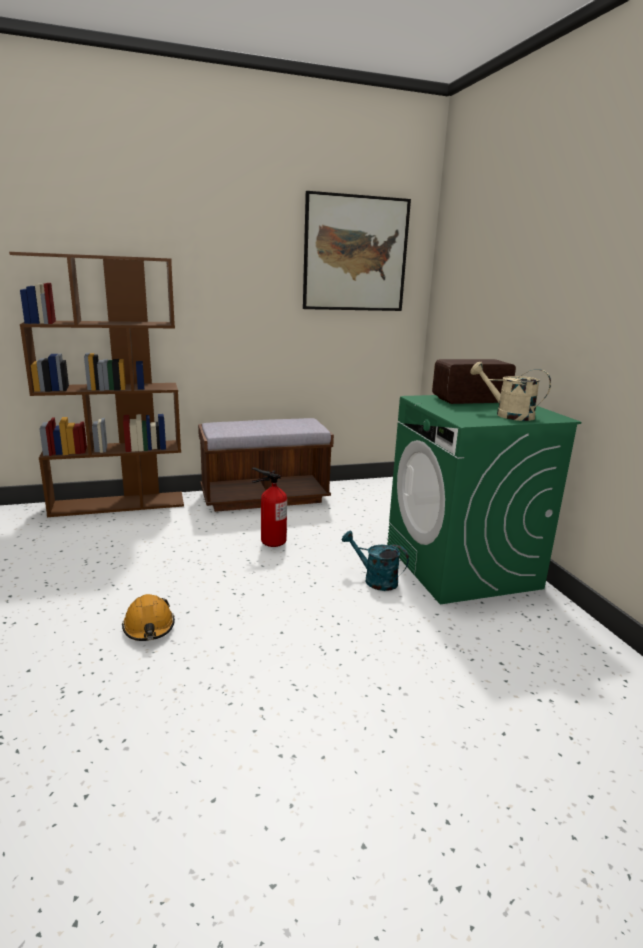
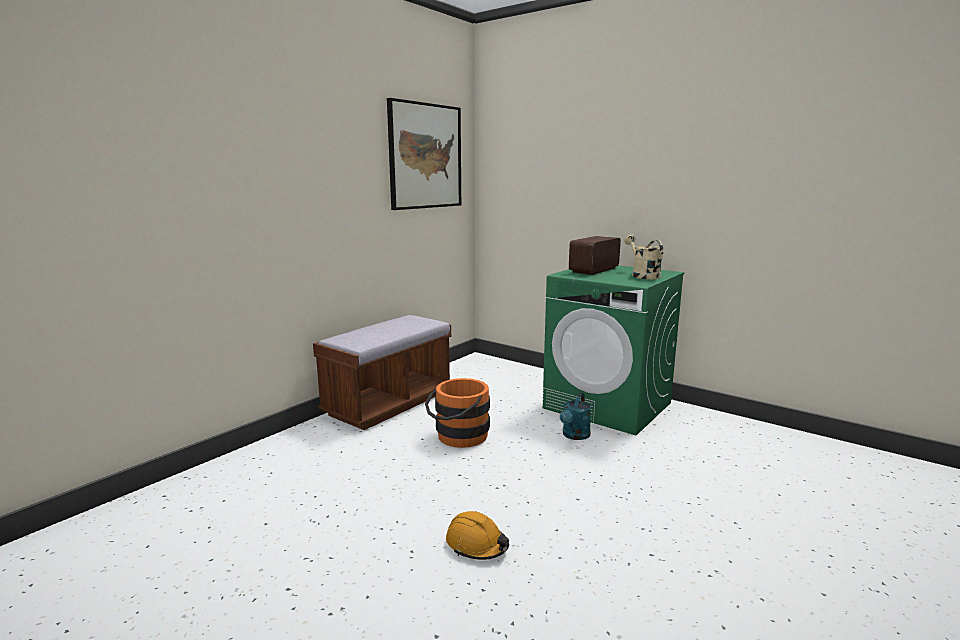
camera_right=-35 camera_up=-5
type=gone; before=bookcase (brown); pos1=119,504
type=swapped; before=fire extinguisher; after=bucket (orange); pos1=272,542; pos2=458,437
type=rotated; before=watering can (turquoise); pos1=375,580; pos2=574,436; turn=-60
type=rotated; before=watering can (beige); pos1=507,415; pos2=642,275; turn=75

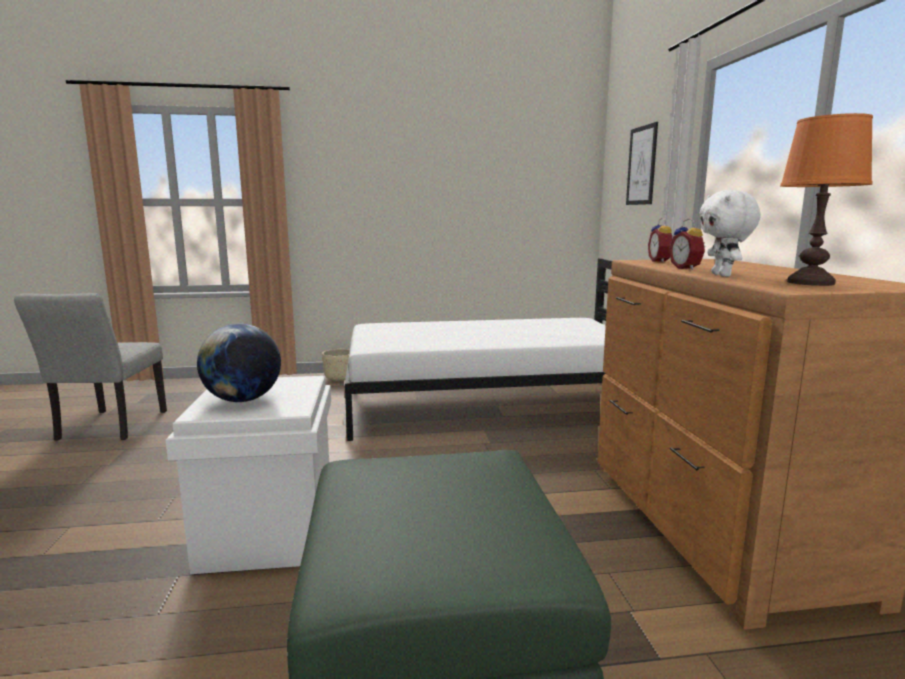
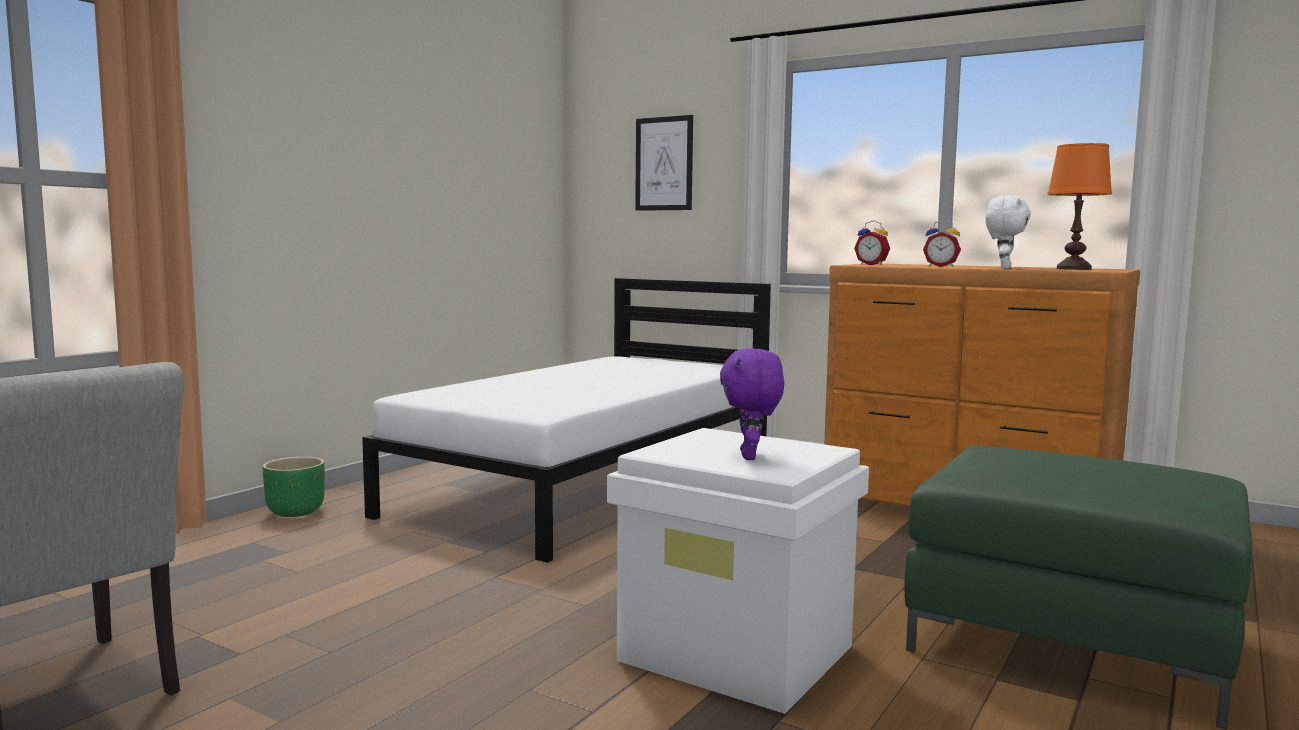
camera_right=-50 camera_up=-5
type=swapped; before=globe; after=plush toy (purple); pos1=243,400; pos2=751,456
type=repainted; before=planter (beige); after=planter (green); pos1=339,378; pos2=295,512
type=rotated; before=plush toy (white); pos1=723,275; pos2=1003,268; turn=-105

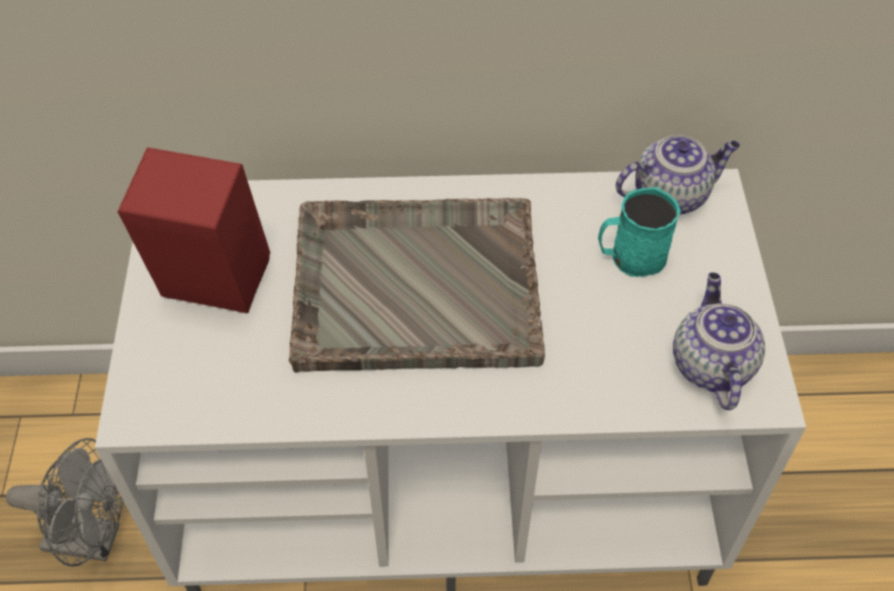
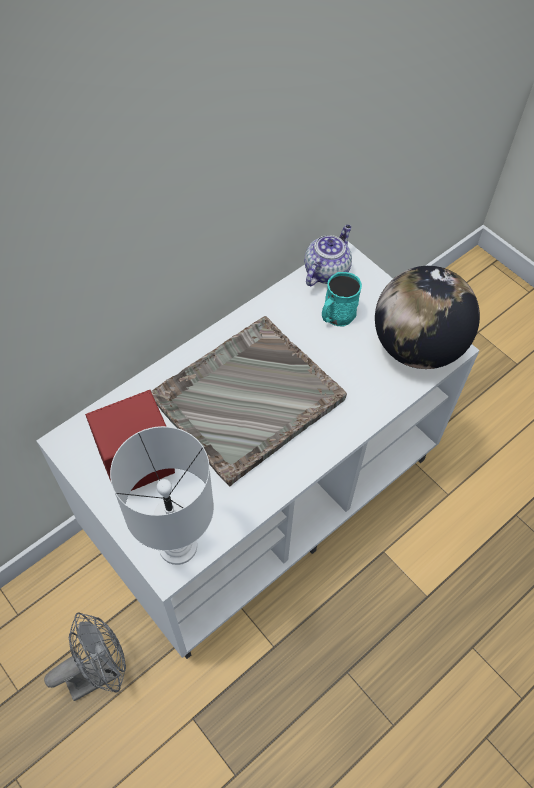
camera_right=-40 camera_up=5
type=swapped; before=teapot; after=globe; pos1=710,364; pos2=417,347
type=new; after=table lamp (white); pos2=176,546

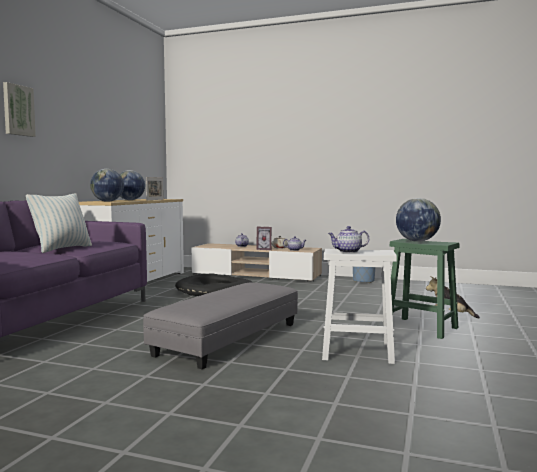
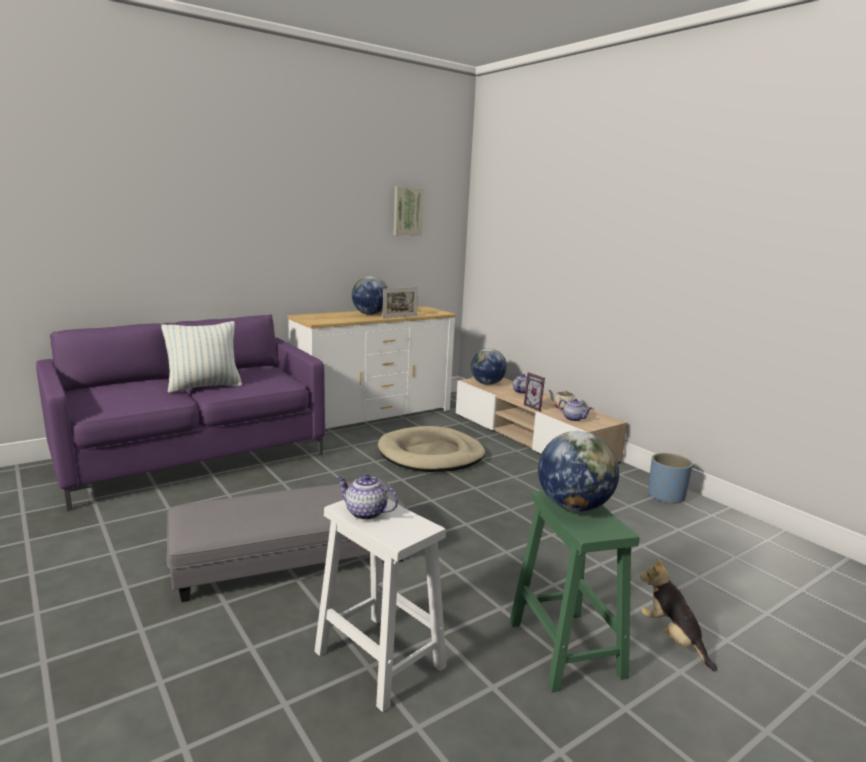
camera_right=35 camera_up=10
type=shifted; before=picture; pos1=18,110; pos2=407,211
type=shifted; before=globe; pos1=107,201; pos2=487,384
type=repainted; before=dog bed (black); after=dog bed (beige); pos1=215,290; pos2=431,454

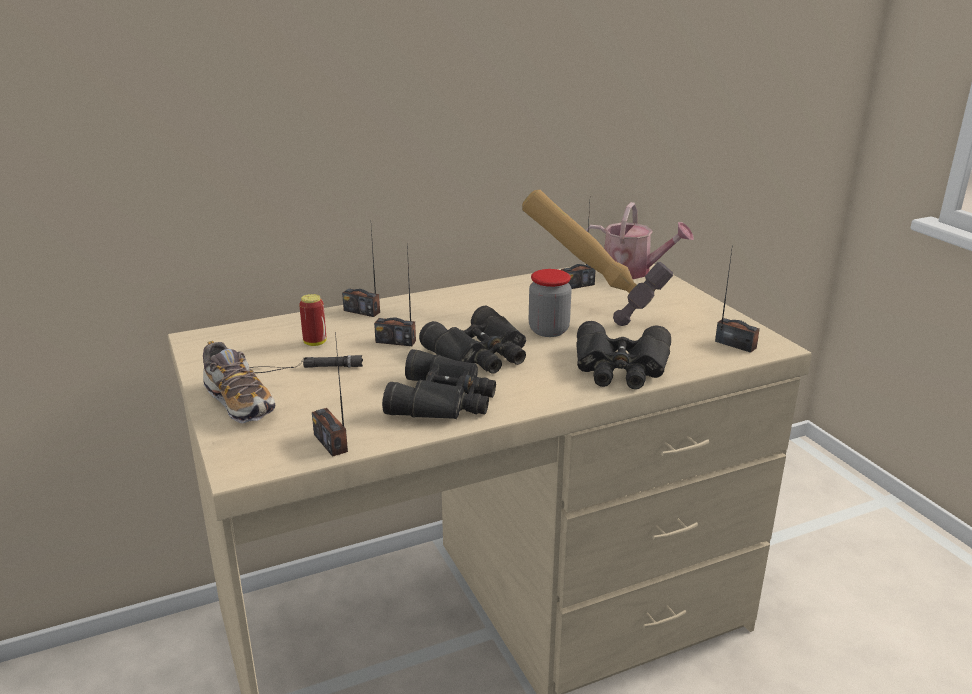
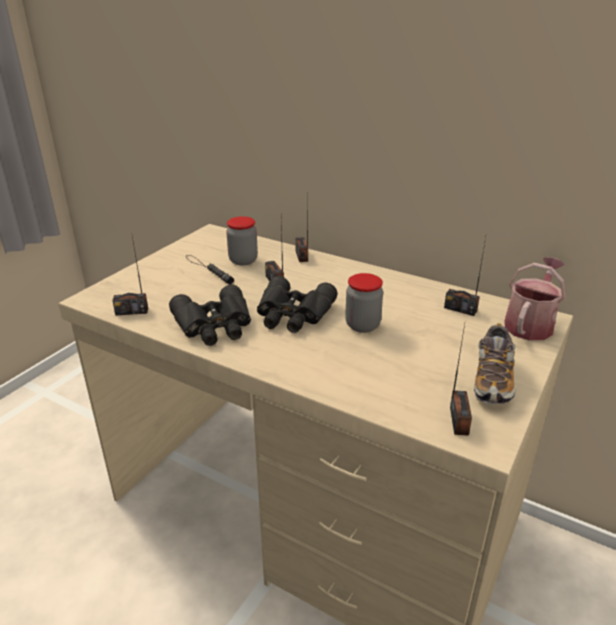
camera_right=55 camera_up=5
type=shifted; before=shoe; pos1=239,402; pos2=492,380
type=swapped; before=can; after=jar; pos1=315,343; pos2=243,260
type=rotated; before=radio; pos1=331,443; pos2=132,311; turn=-120
type=gone; before=hammer; pos1=592,309
type=gone; before=binoculars (black); pos1=621,368
type=rotated; before=watering can; pos1=633,272; pos2=530,323; turn=-135

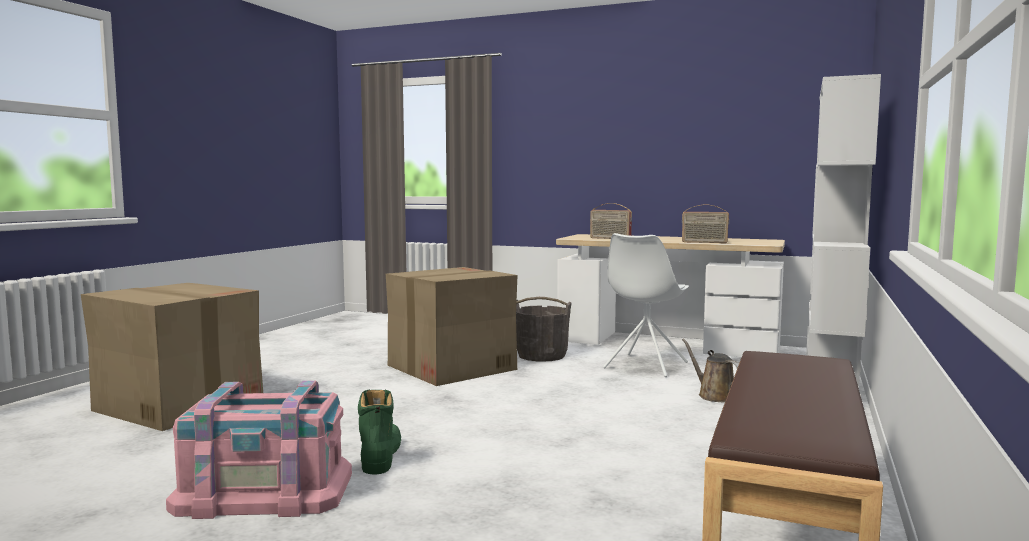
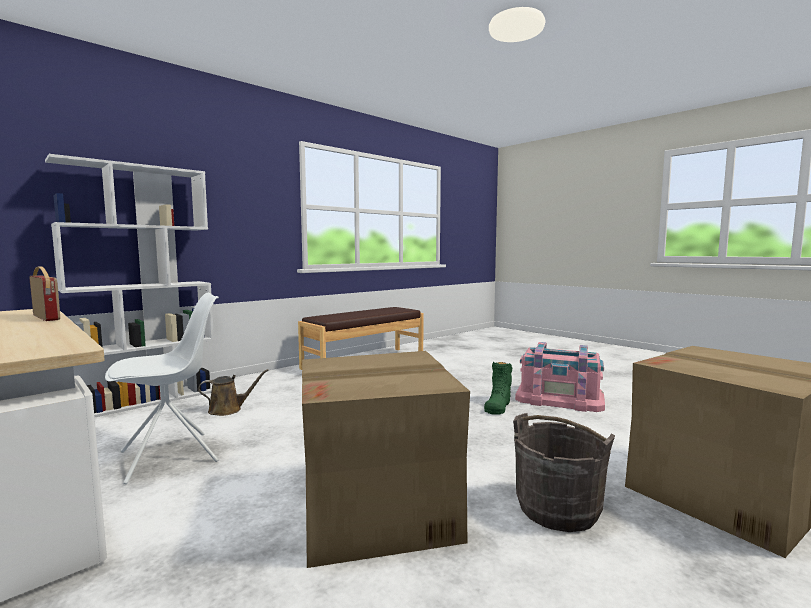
camera_right=-155 camera_up=0
type=shifted; before=bucket (grey); pos1=541,355; pos2=557,509
type=gone; before=radio; pos1=610,238
type=rotated; before=watering can (brown); pos1=714,396; pos2=228,410; turn=-105

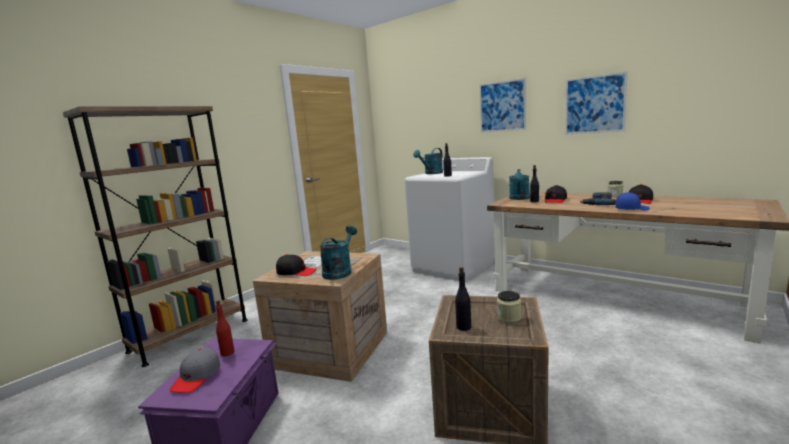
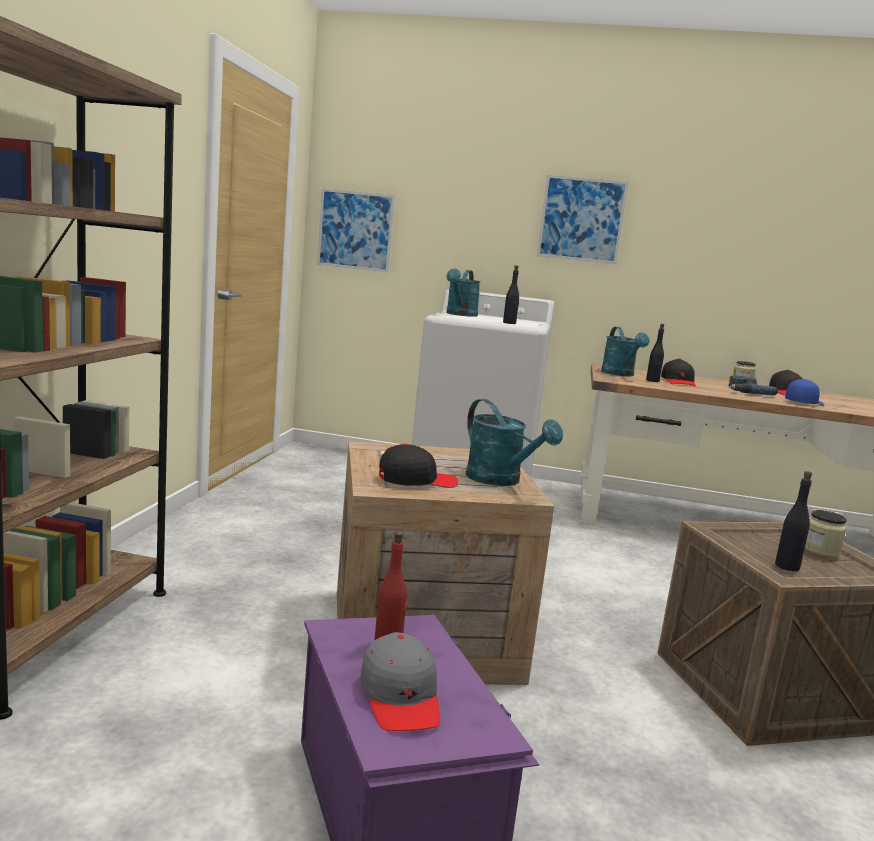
camera_right=-30 camera_up=0
type=rotated; before=watering can (turquoise); pos1=339,271; pos2=501,480; turn=150
type=shifted; before=picture; pos1=594,104; pos2=355,230

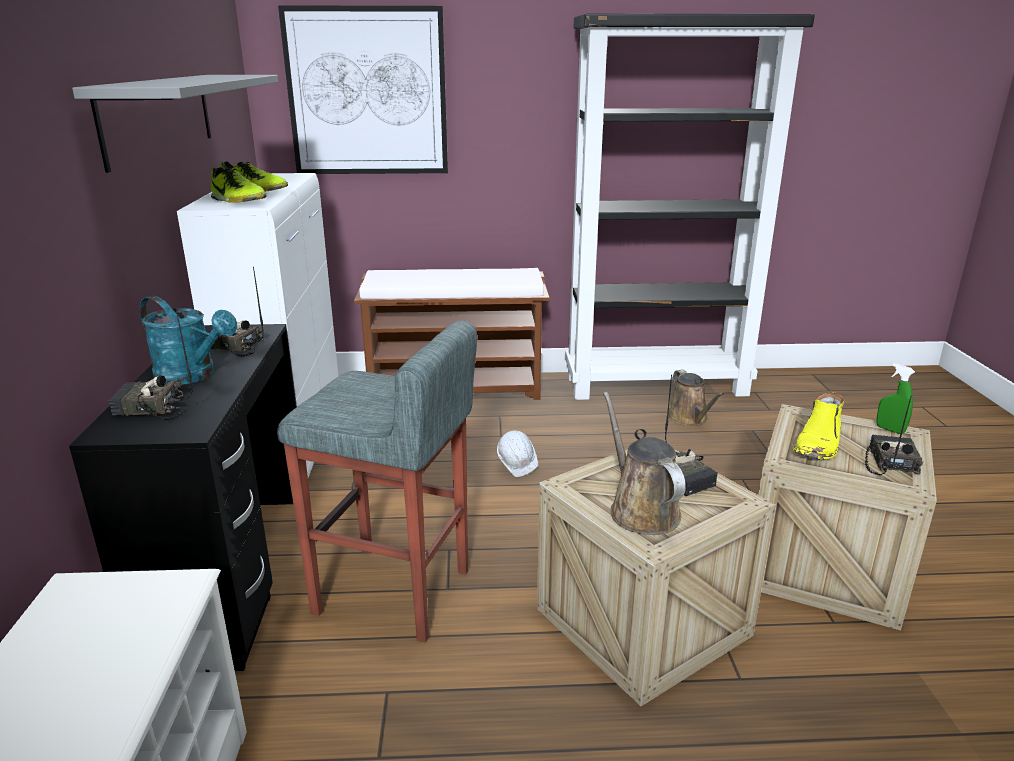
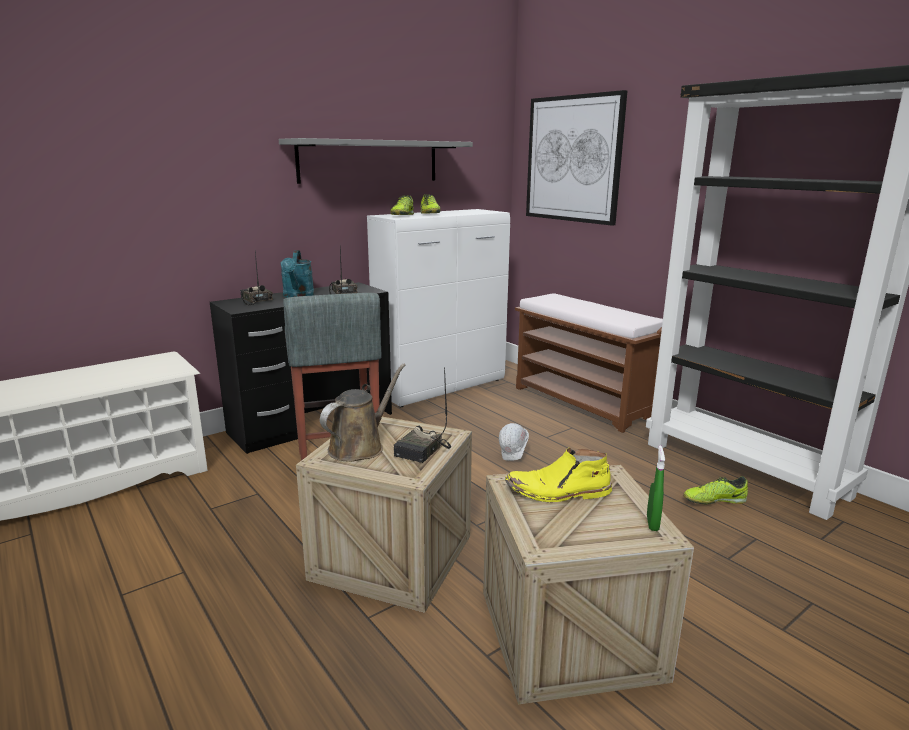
camera_right=55 camera_up=-5
type=swapped; before=watering can (brown); after=shoe; pos1=689,419; pos2=714,500
type=gone; before=radio; pos1=888,462

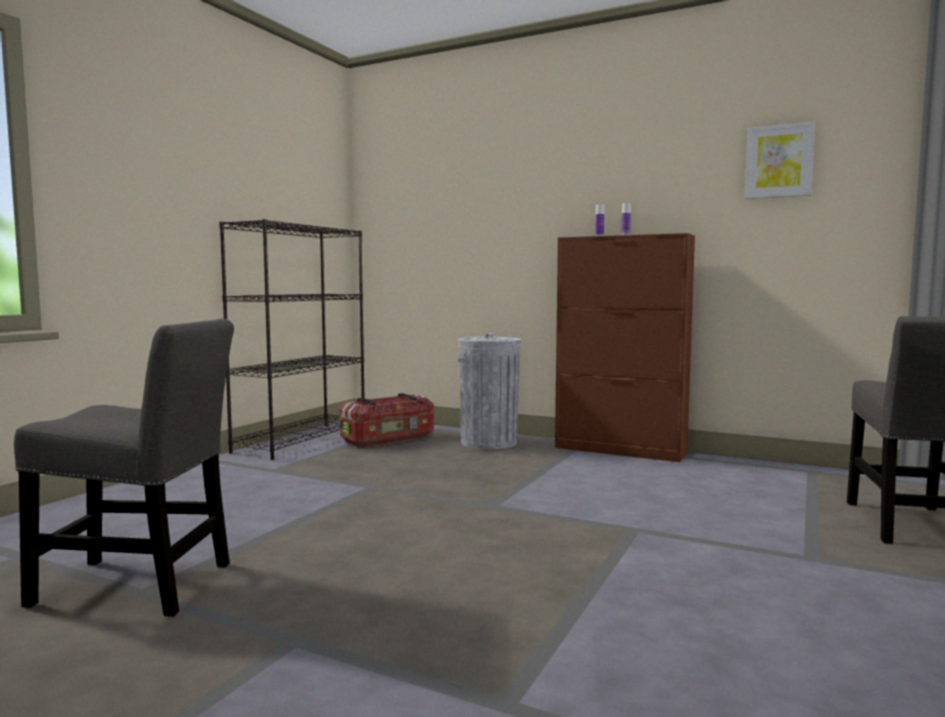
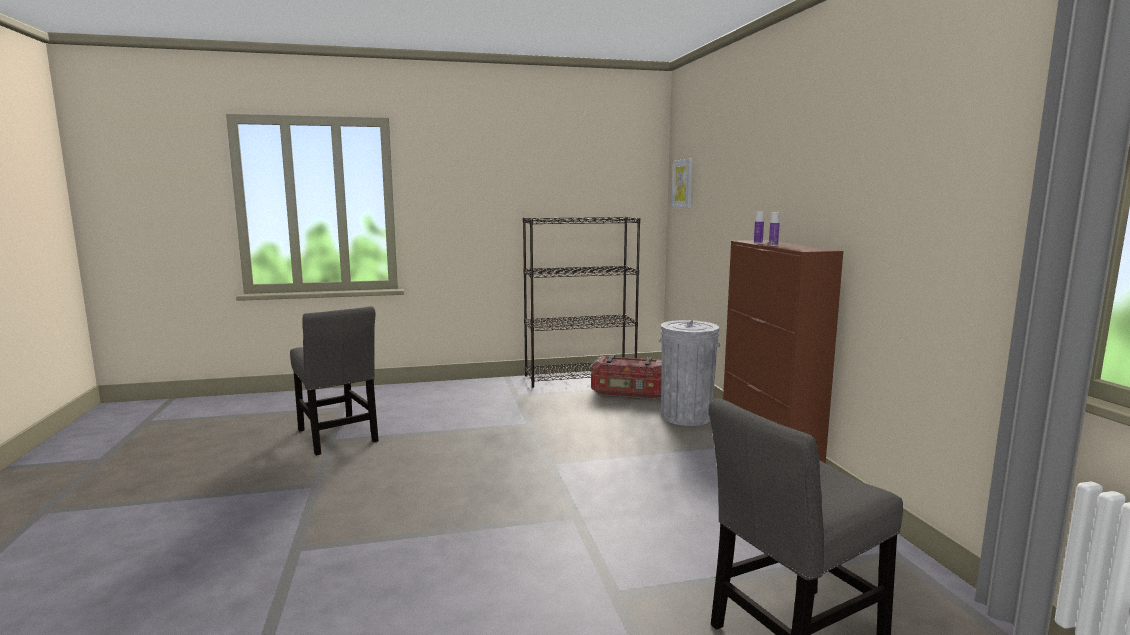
camera_right=50 camera_up=5
type=shifted; before=picture; pos1=779,161; pos2=683,183

